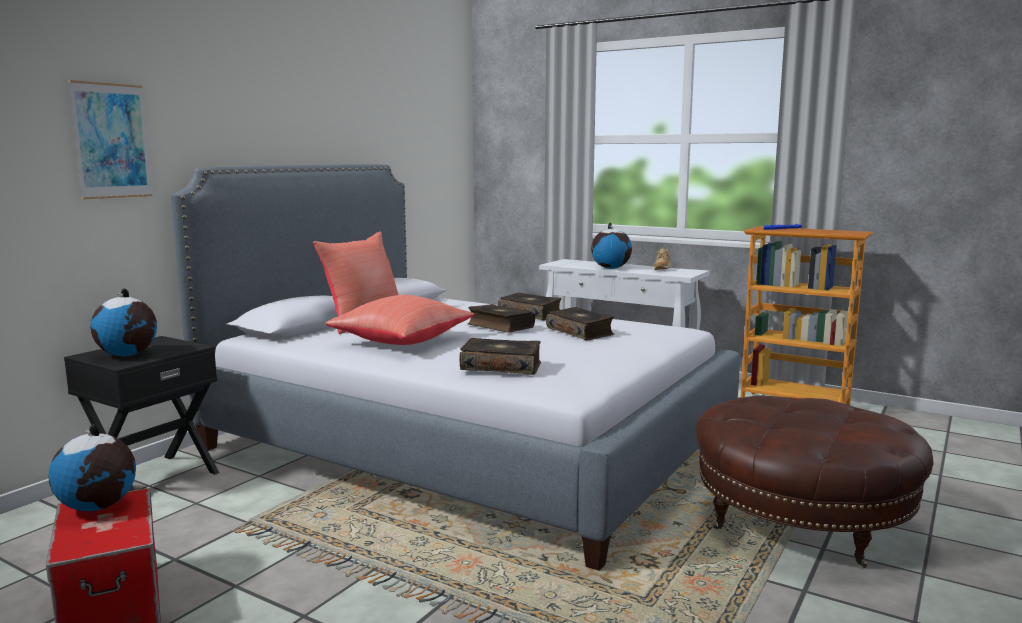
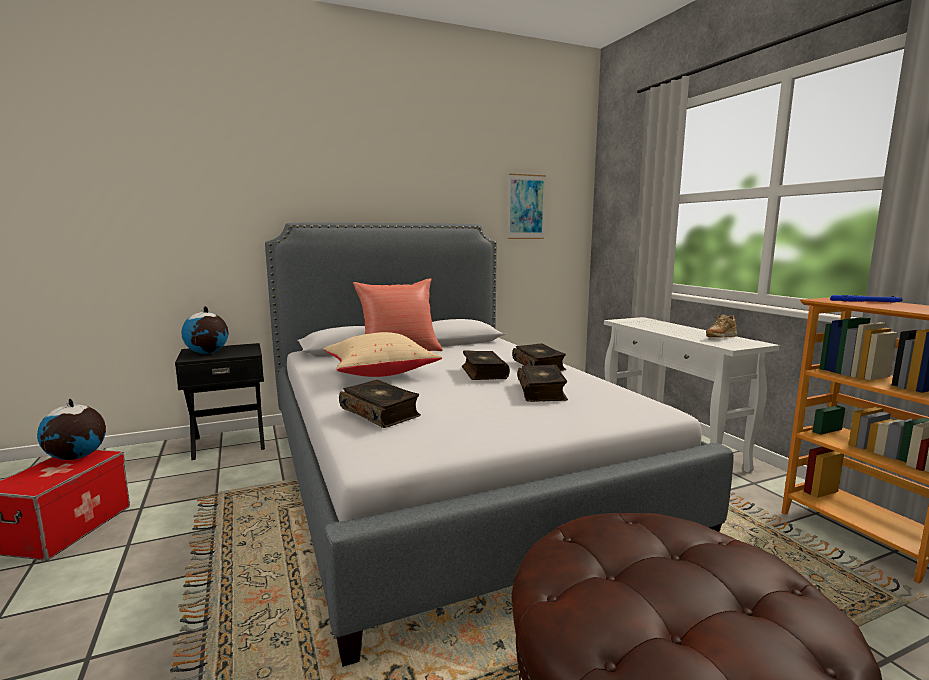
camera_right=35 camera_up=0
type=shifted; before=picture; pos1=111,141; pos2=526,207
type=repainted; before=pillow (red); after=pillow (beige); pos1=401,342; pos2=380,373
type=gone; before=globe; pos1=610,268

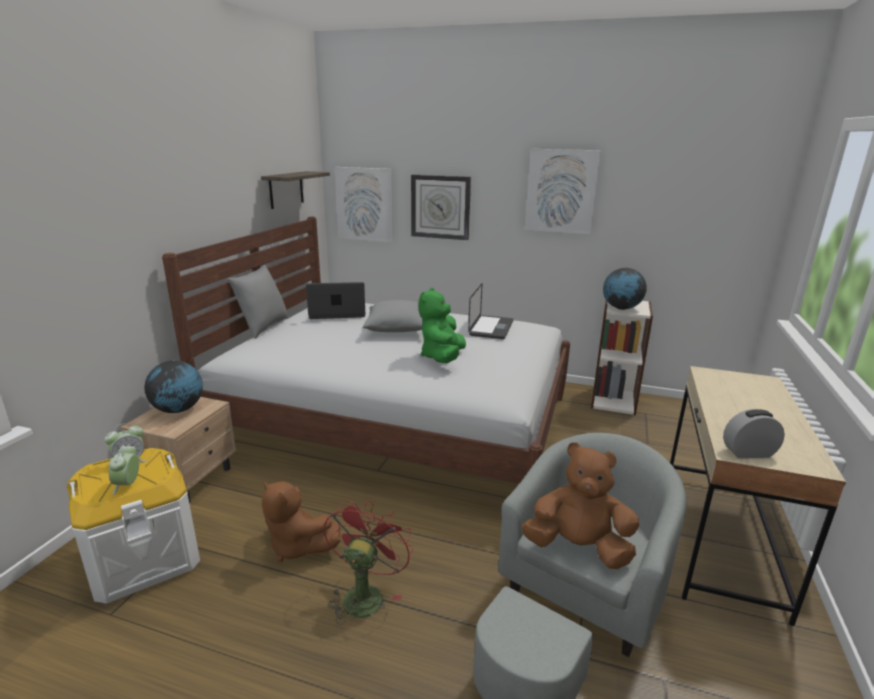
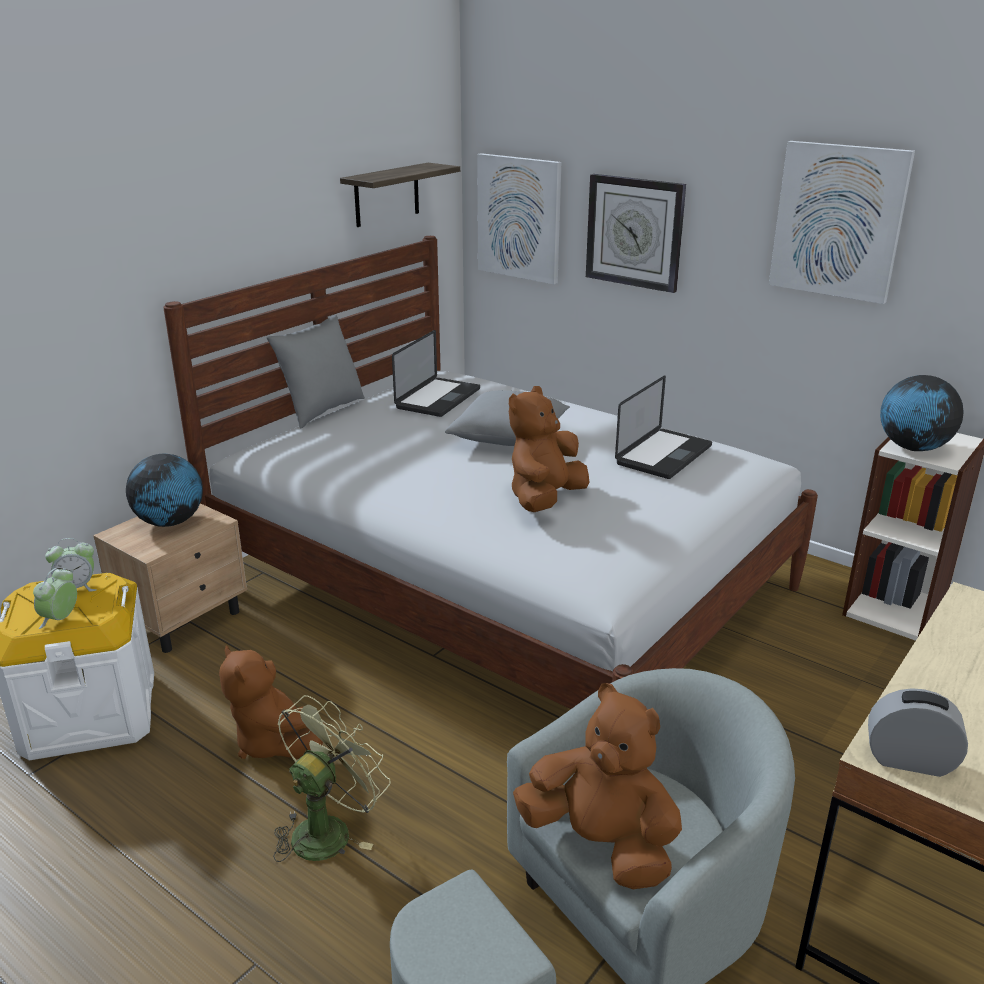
camera_right=20 camera_up=5
type=rotated; before=laptop; pos1=337,313; pos2=438,399; turn=105
type=repainted; before=fan (red); after=fan (green); pos1=365,593; pos2=328,829
type=repainted; before=plush toy (green); after=plush toy (brown); pos1=442,357; pos2=545,499

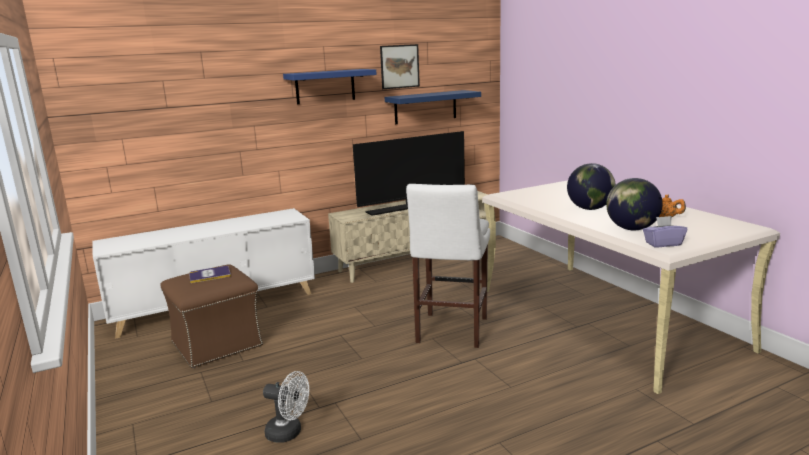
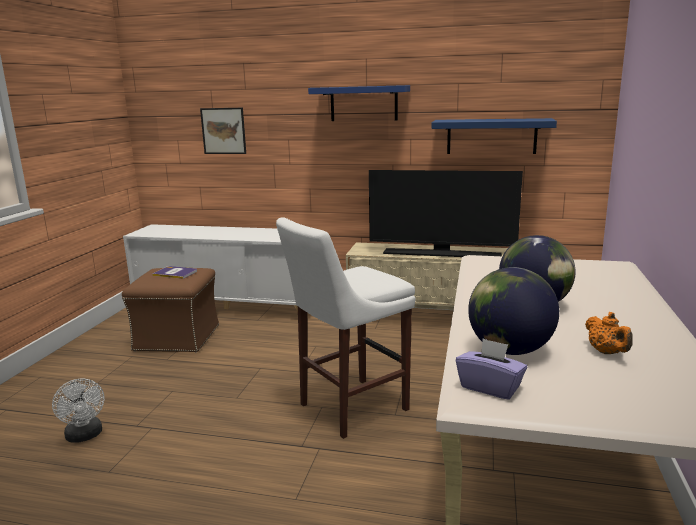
camera_right=40 camera_up=0
type=shifted; before=picture; pos1=399,66; pos2=223,131

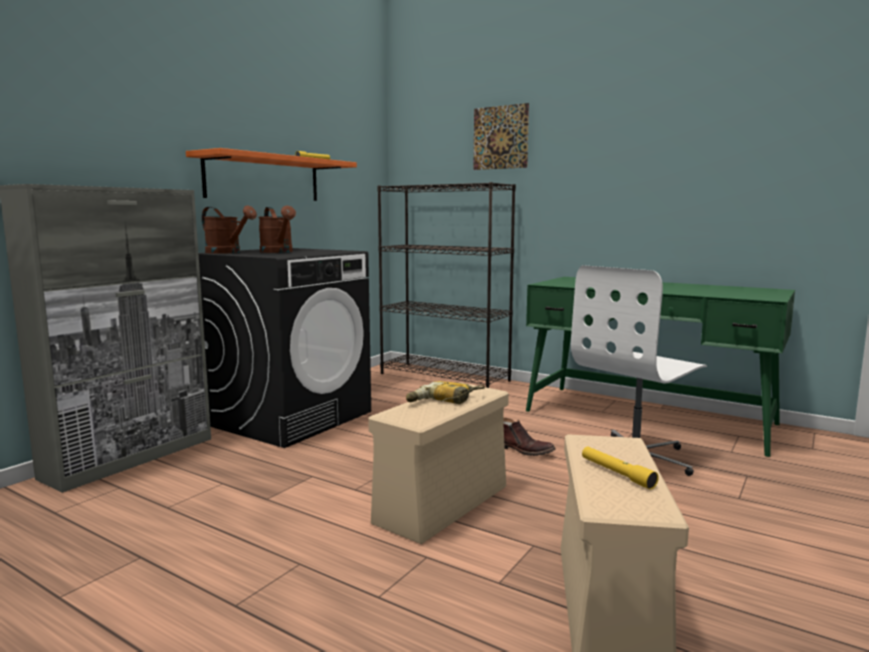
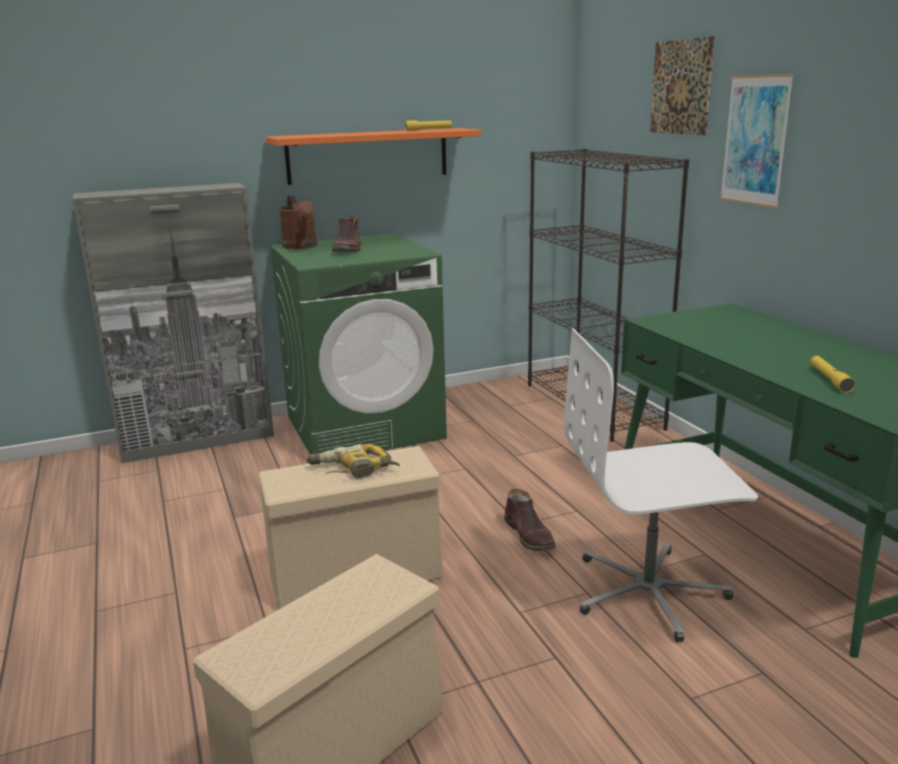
camera_right=35 camera_up=10
type=repainted; before=washing machine (black); after=washing machine (green); pos1=290,418; pos2=365,427
type=swapped; before=watering can (brown); after=boot (brown); pos1=278,252; pos2=348,249
type=shifted; before=flashlight (yellow); pos1=616,473; pos2=829,379
type=new; after=picture; pos2=755,140

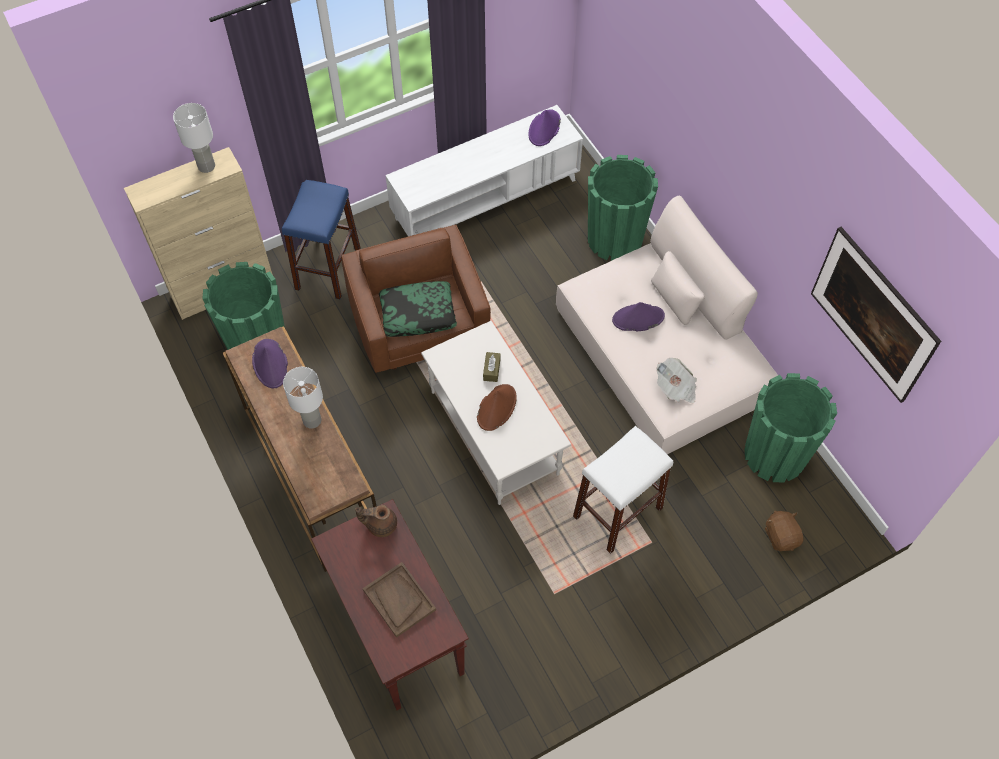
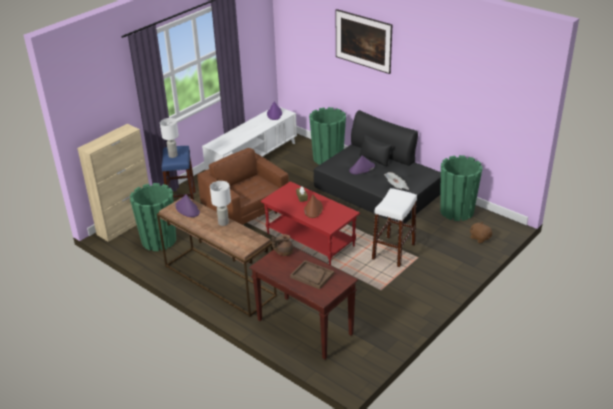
camera_right=-20 camera_up=-25
type=shifted; before=table lamp (white); pos1=207,166; pos2=173,155
type=gone; before=pillow; pos1=417,314
type=repainted; before=coffee table (white); after=coffee table (red); pos1=495,432; pos2=311,239
type=repainted; before=sofa (beige); after=sofa (black); pos1=662,355; pos2=378,191
type=shifted; before=picture; pos1=865,330; pos2=363,53

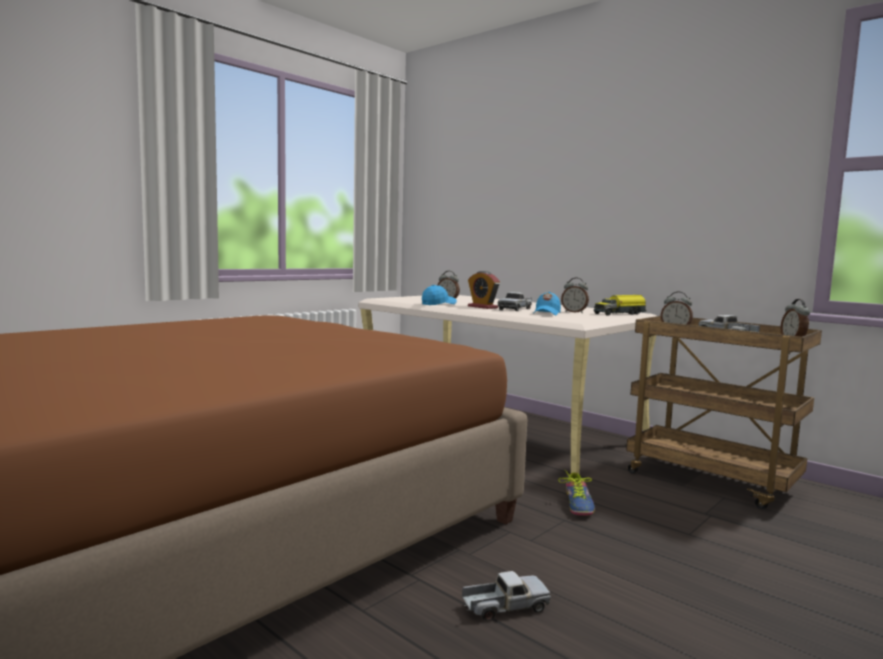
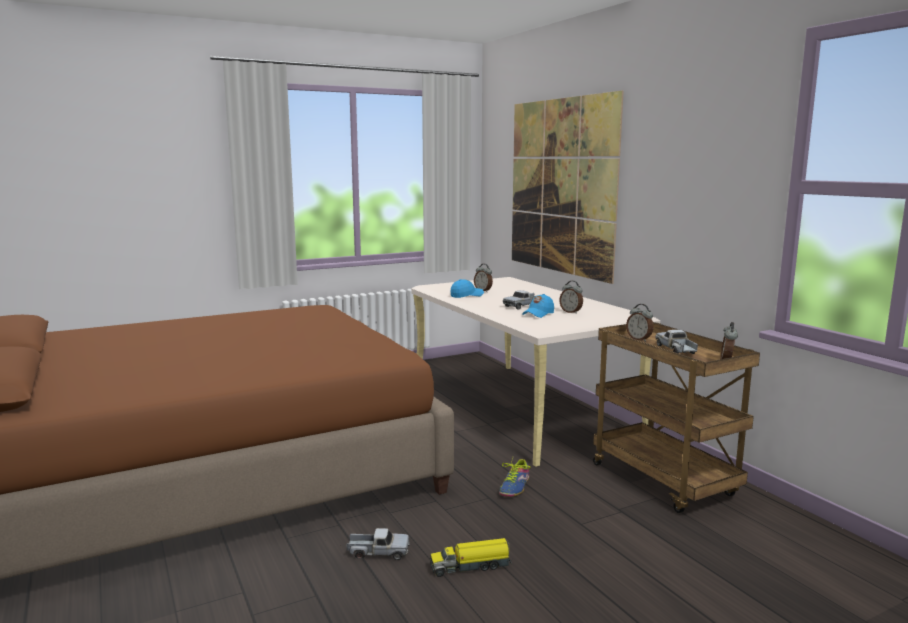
camera_right=20 camera_up=5
type=gone; before=alarm clock; pos1=482,307
type=shifted; before=toy truck; pos1=620,313; pos2=471,566
type=new; after=picture; pos2=560,186

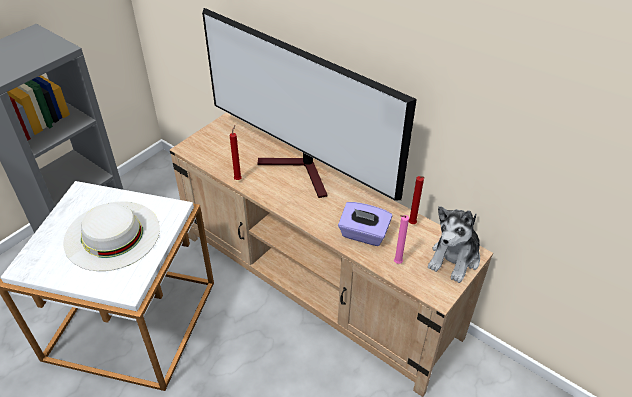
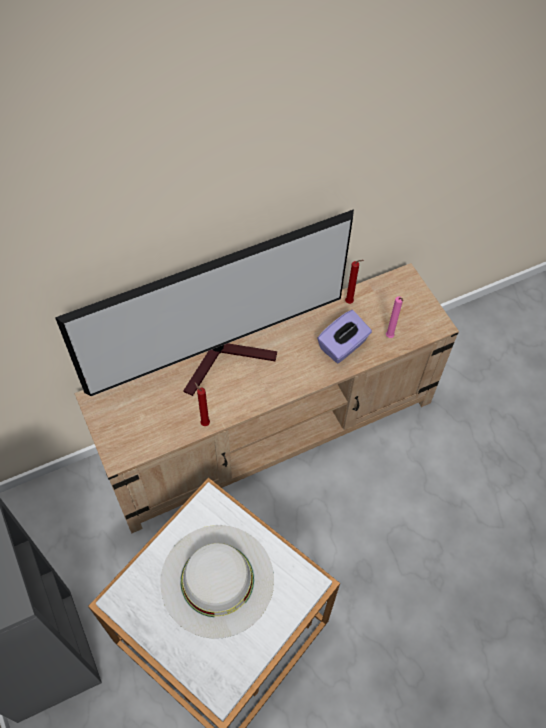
camera_right=-65 camera_up=15
type=gone; before=plush toy; pos1=454,258

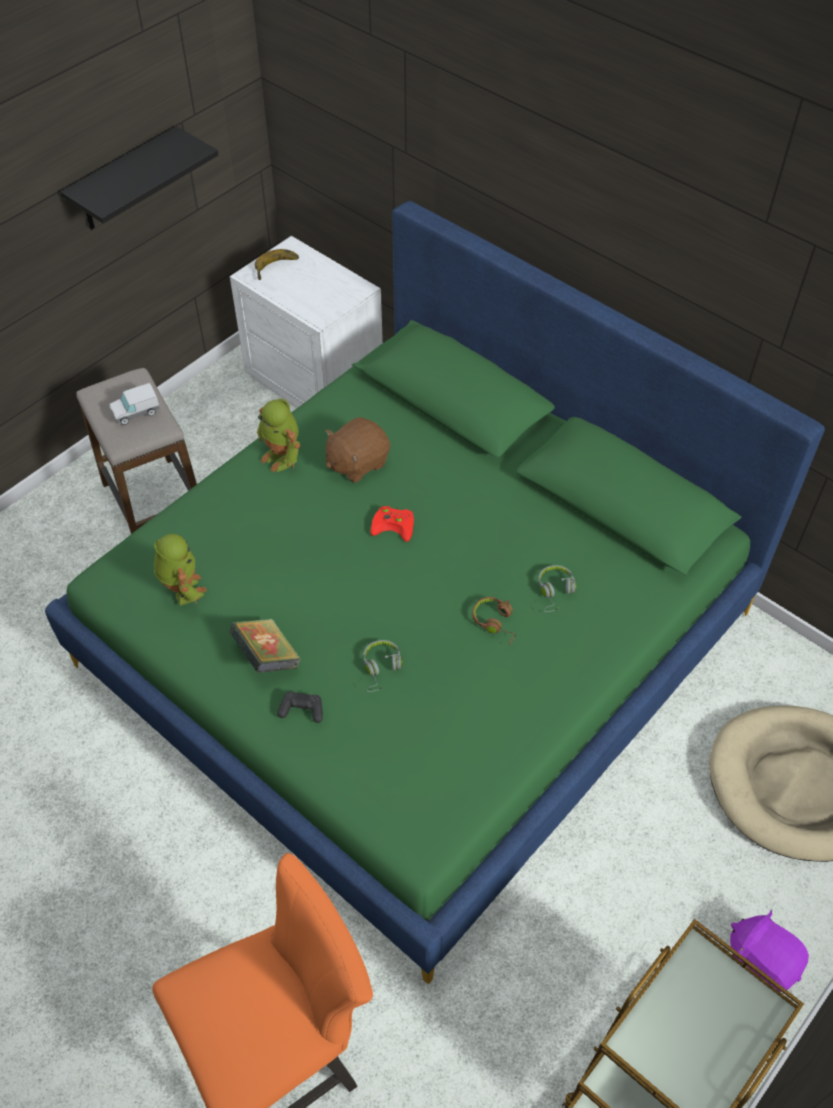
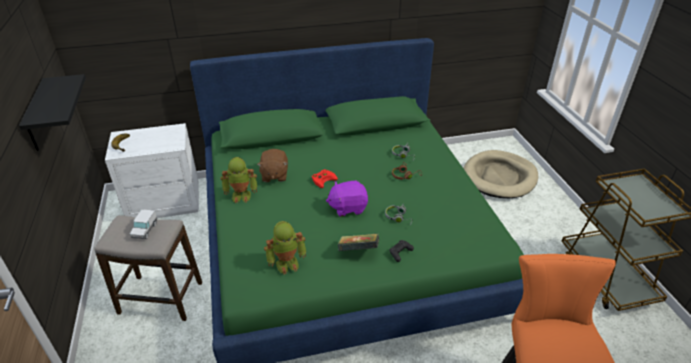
camera_right=-55 camera_up=-15
type=rotated; before=toy robot; pos1=182,590; pos2=287,263; turn=150
type=shifted; before=plush toy (purple); pos1=761,960; pos2=348,207

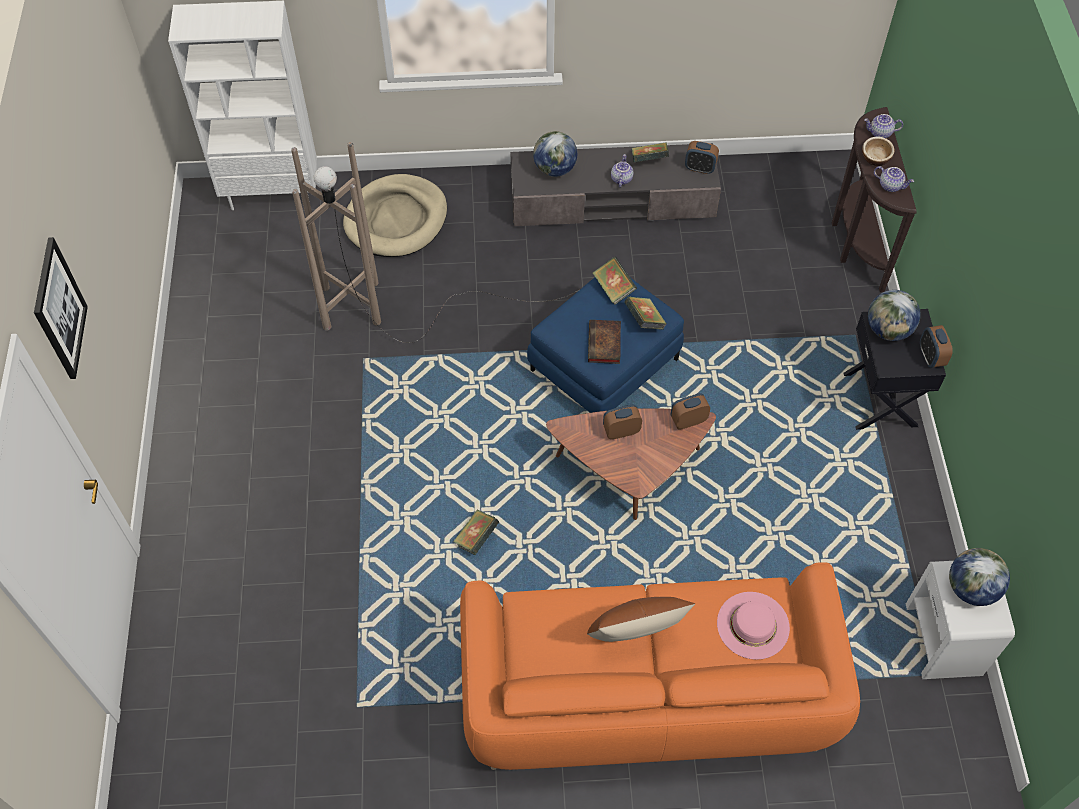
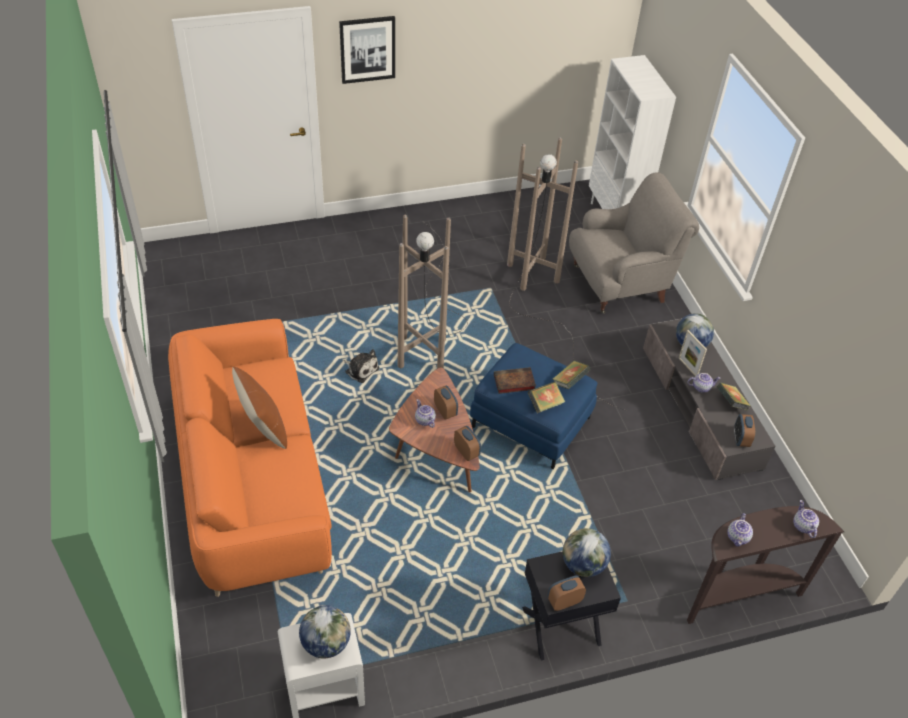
camera_right=75 camera_up=-10
type=swapped; before=dog bed (beige); after=armchair (grey); pos1=396,219; pos2=620,284
type=swapped; before=book; after=plush toy; pos1=476,538; pos2=360,369
type=gone; before=hat (pink); pos1=753,625
type=gone; before=bowl; pos1=875,158
type=new; after=floor lamp (brown); pos2=431,320
type=new; after=teapot; pos2=424,420
type=new; after=picture frame; pos2=687,367

